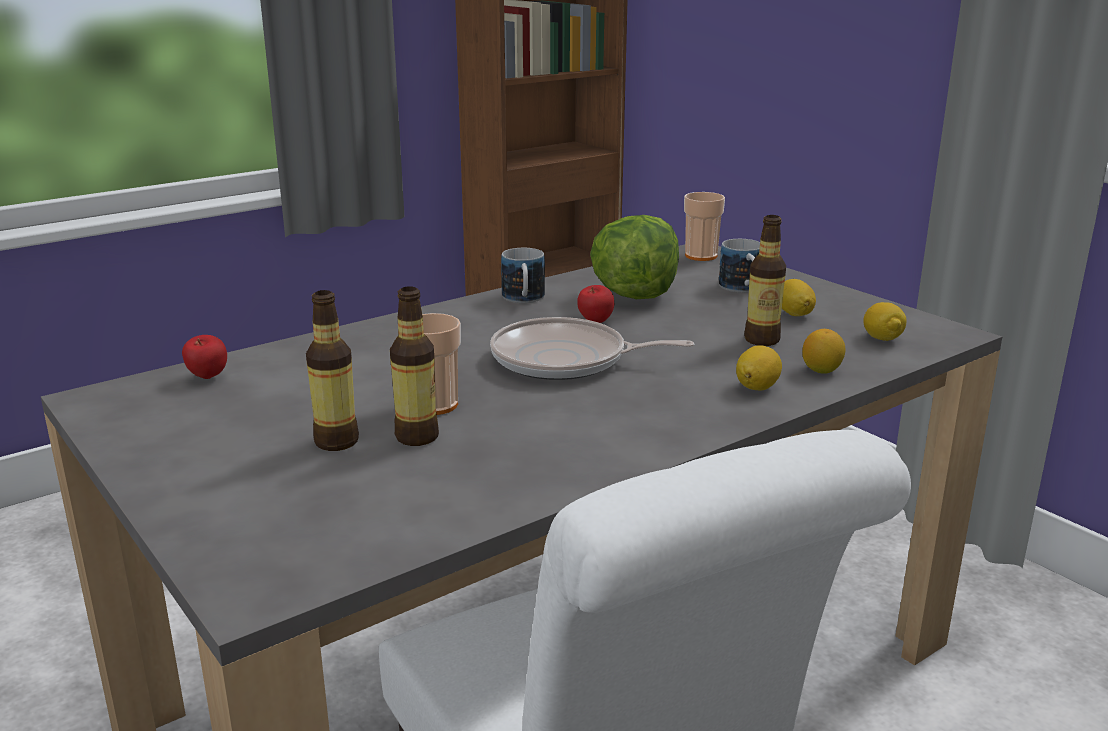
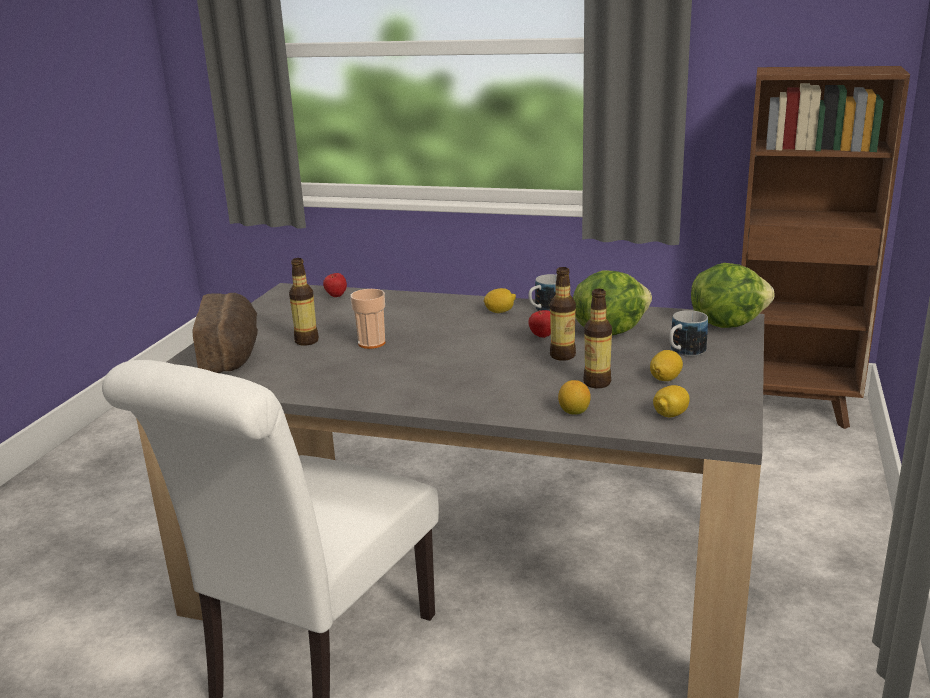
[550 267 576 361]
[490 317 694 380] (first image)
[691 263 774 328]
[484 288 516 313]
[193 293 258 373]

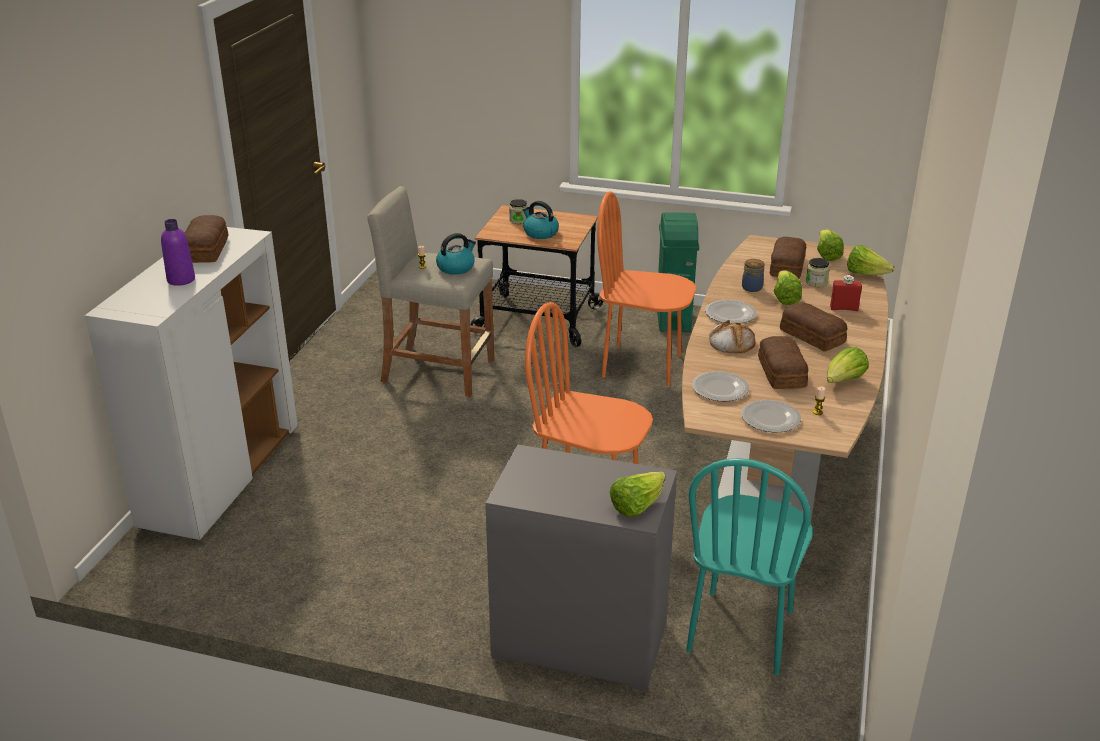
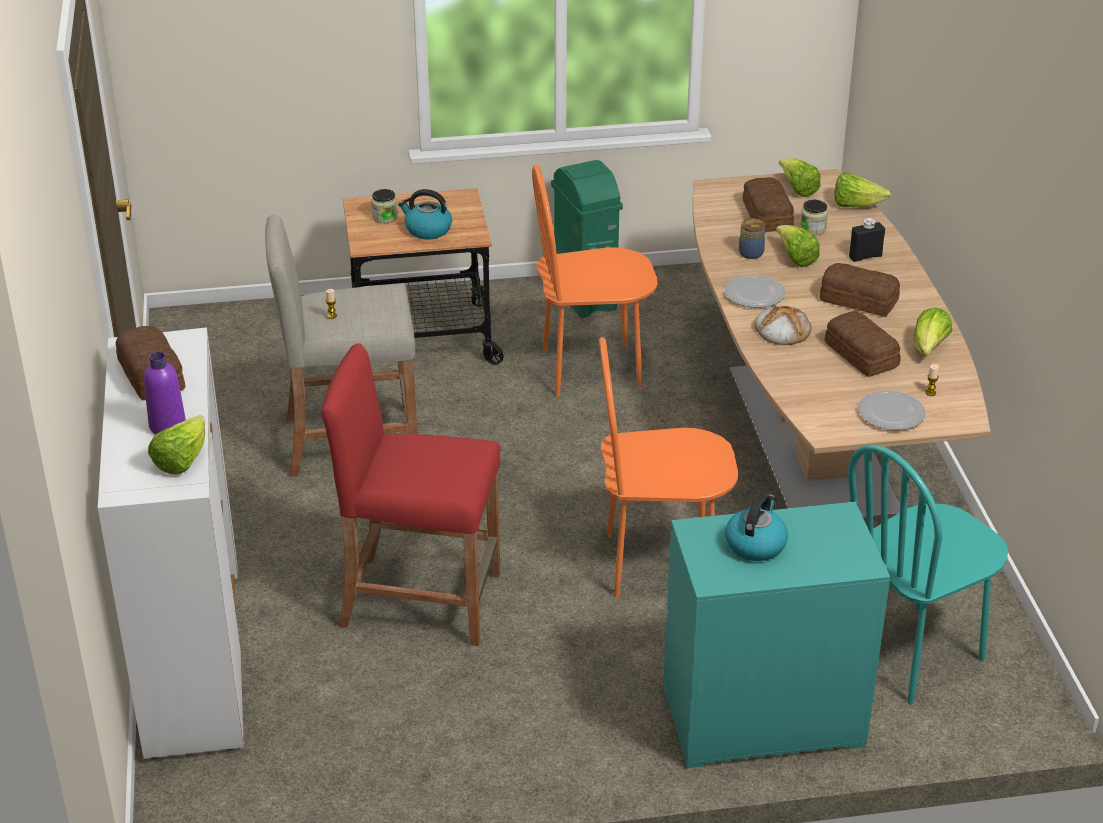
[725 493 788 561]
[663 502 890 768]
[148 415 205 474]
[848 445 1008 704]
[692 371 749 401] (first image)
[849 218 885 262]
[322 343 500 646]

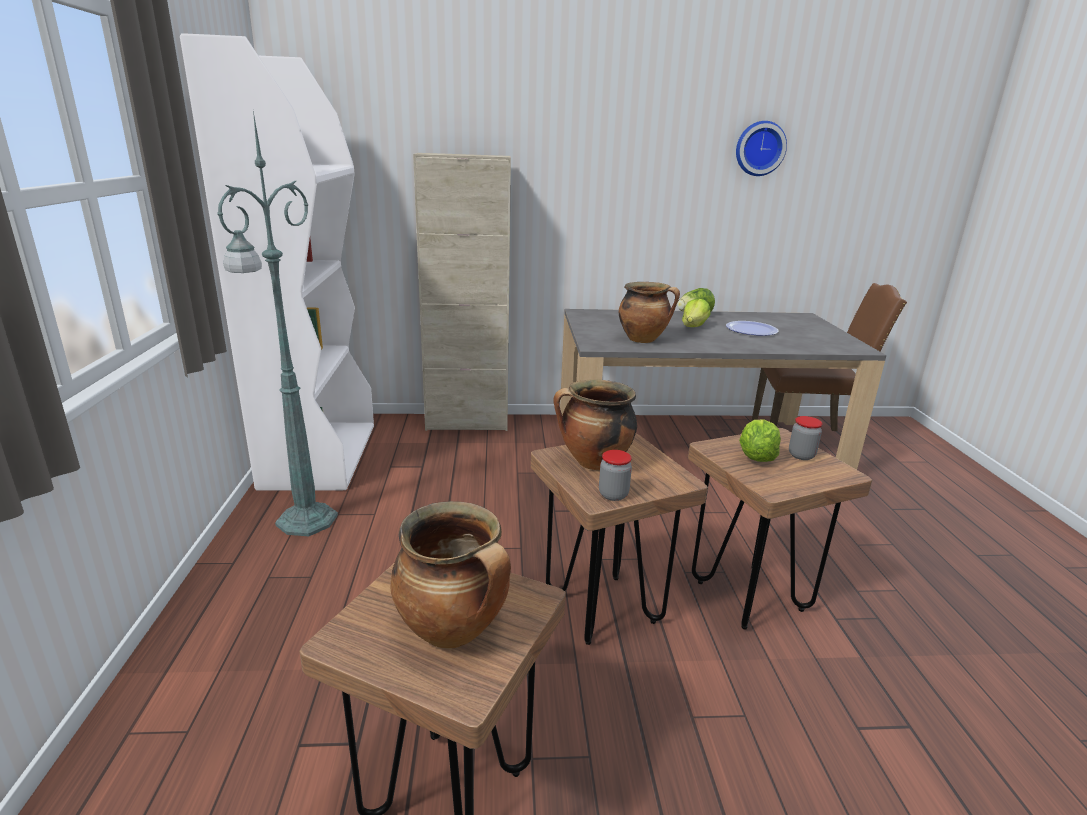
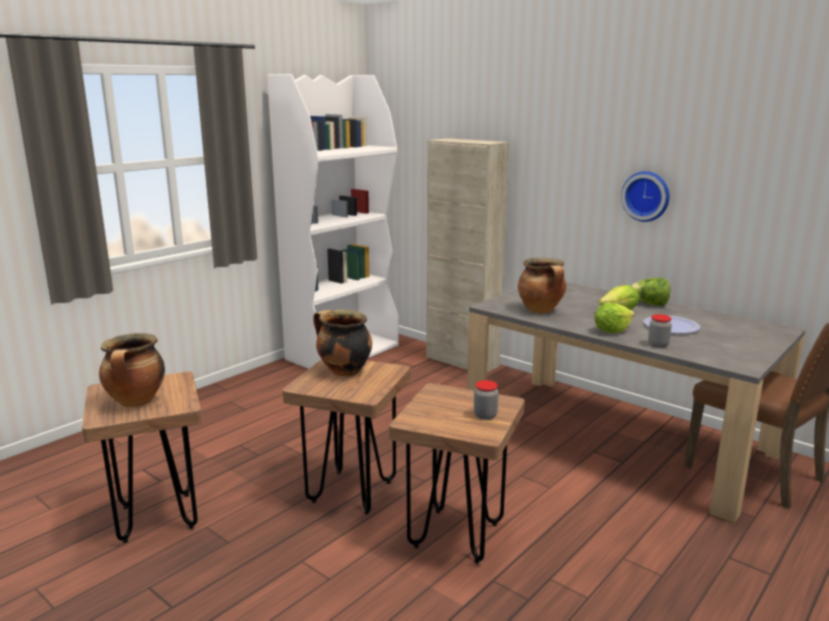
[217 111 338 537] (first image)
[648 314 672 348]
[621 171 670 222]
[594 303 634 333]

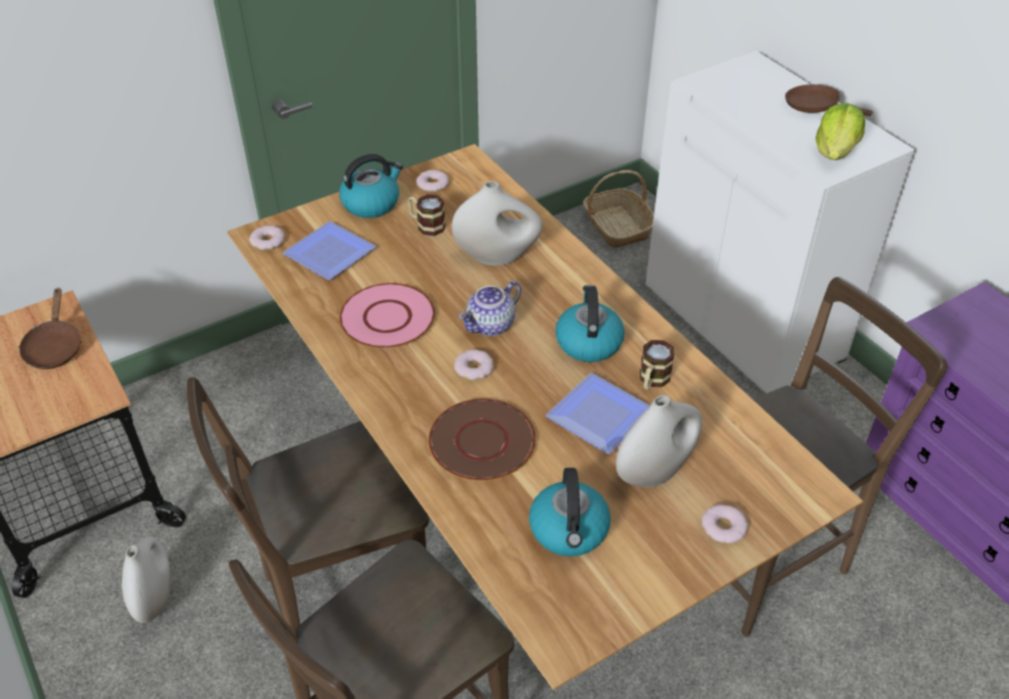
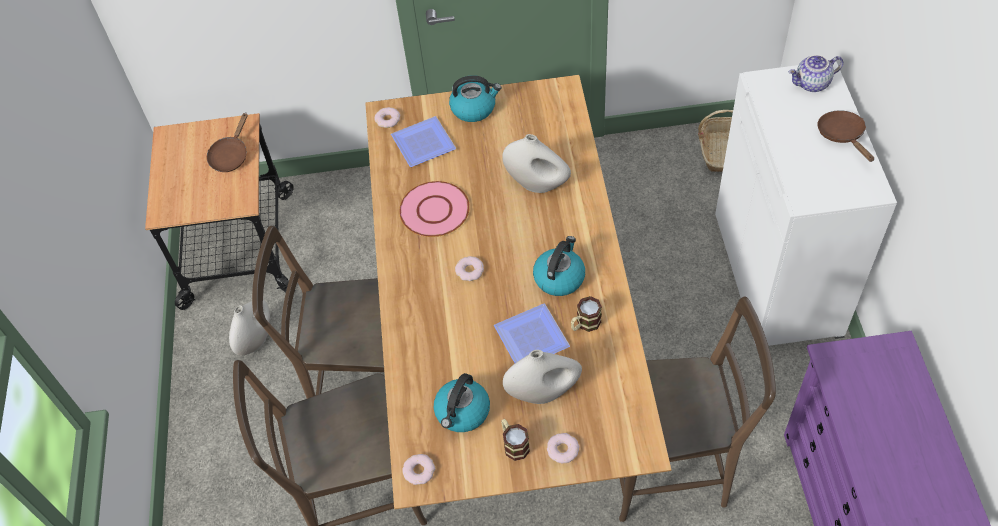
[501 419 530 461]
[402 454 435 485]
[428 399 536 481] (first image)
[788 55 843 92]
[815 103 865 160] (first image)

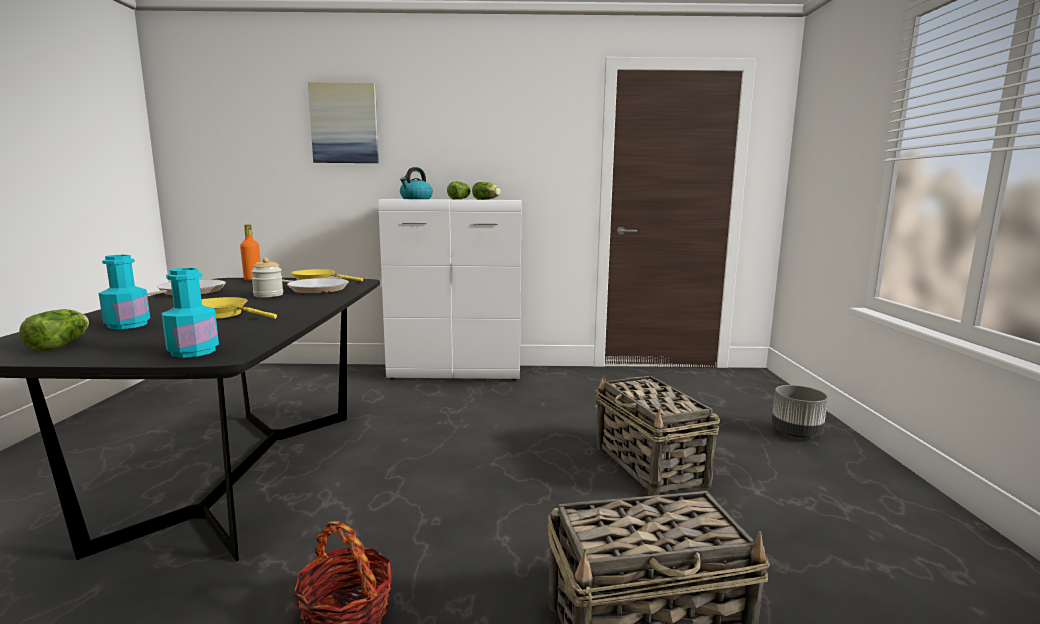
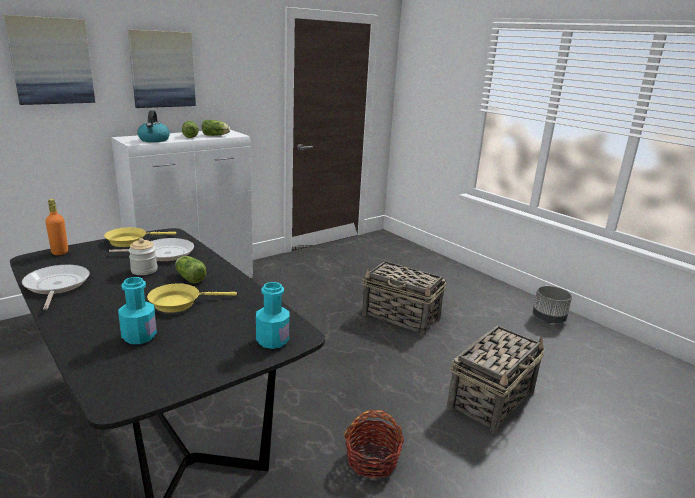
[175 256 207 284]
[533 286 572 323]
[128 29 196 108]

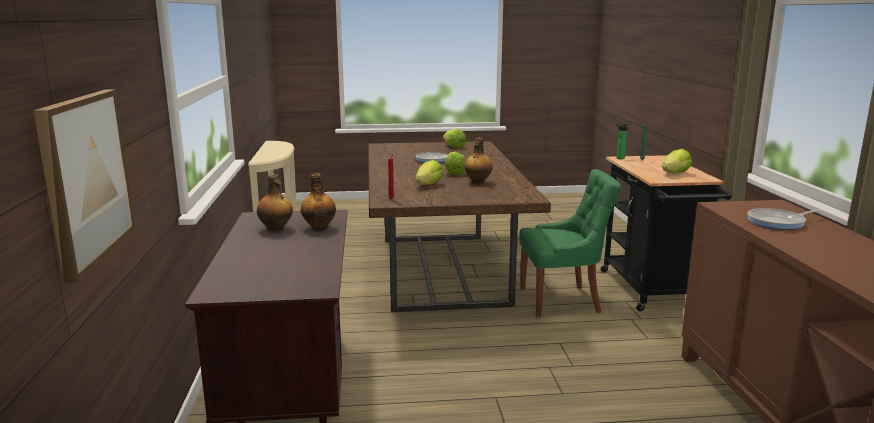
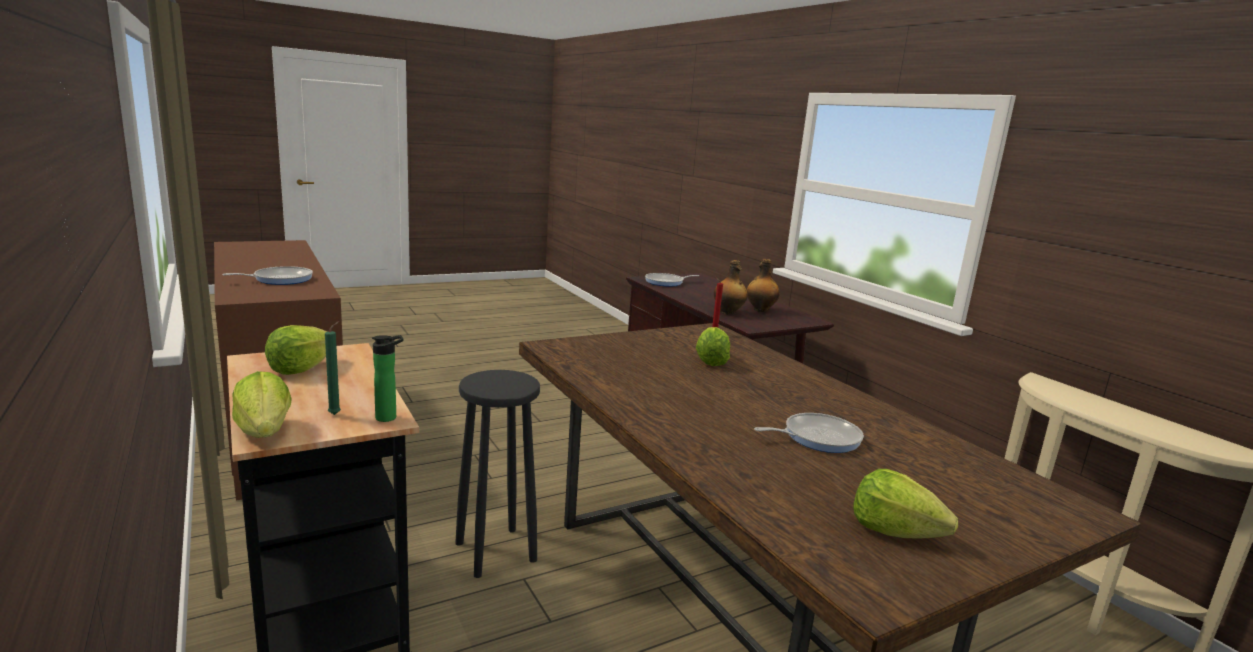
[33 89 135 284] (first image)
[232 371 292 438]
[464 137 493 184] (first image)
[455 370 540 578]
[645 273 699 287]

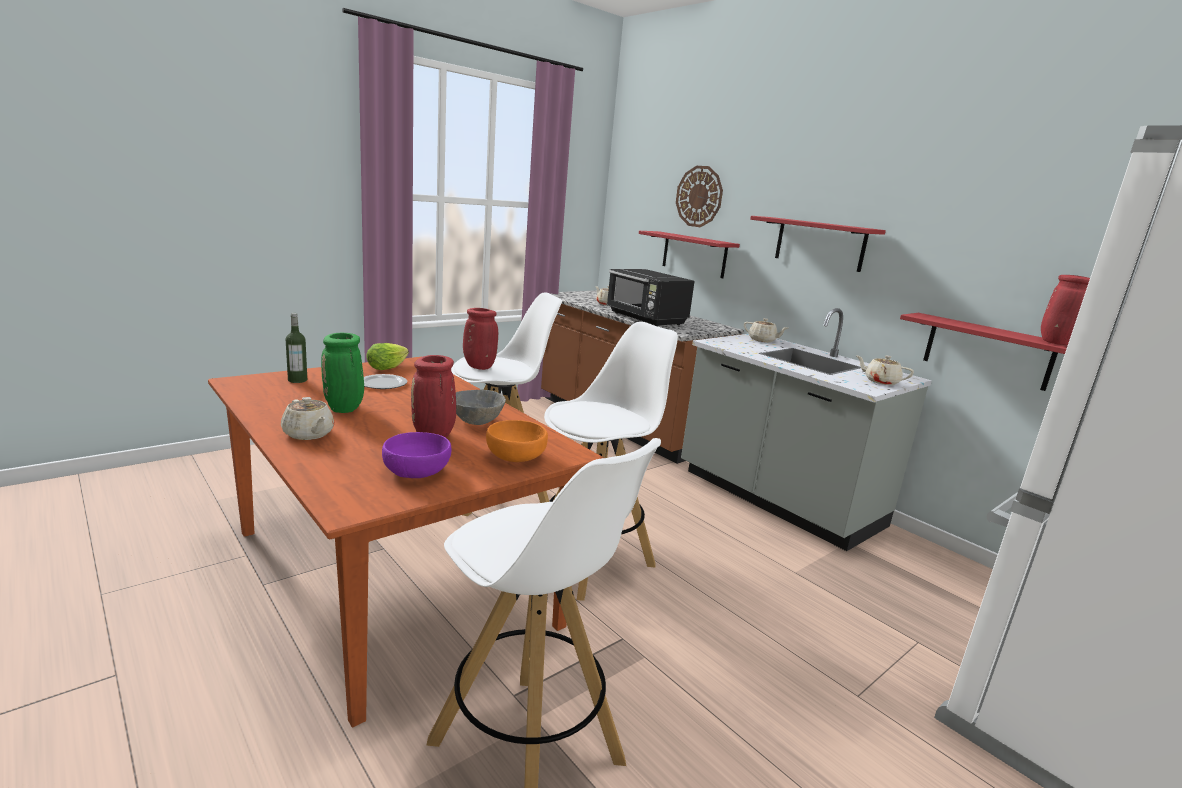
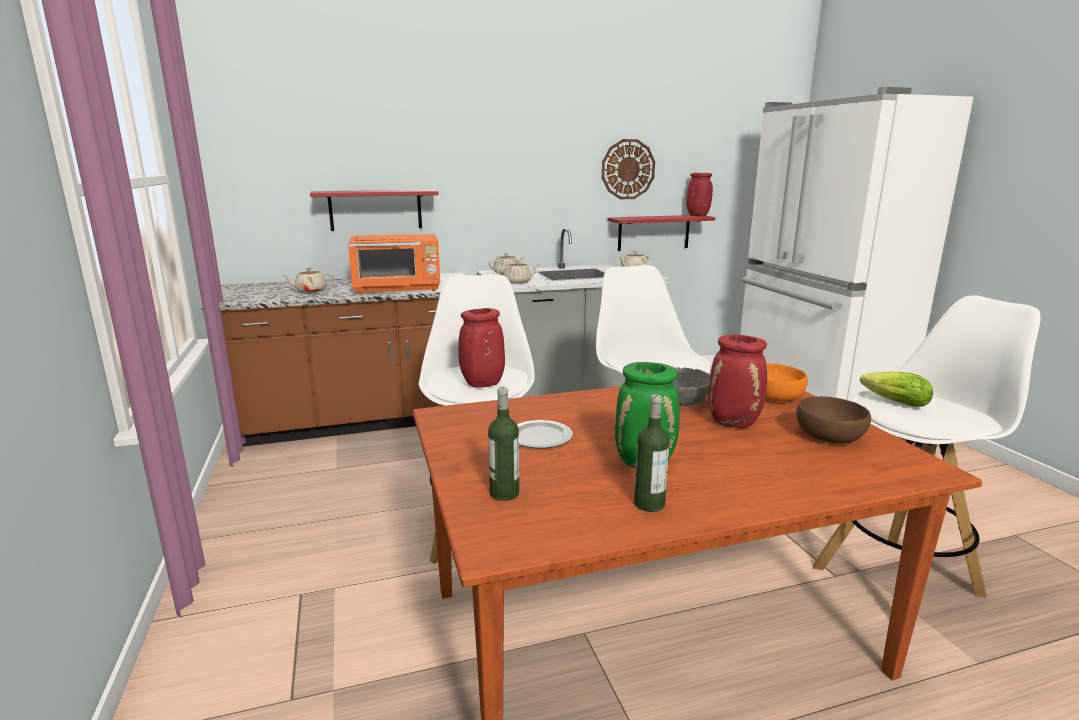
[497 260 540 284]
[860 372 933 407]
[796 396 871 443]
[348 234 440 294]
[602 139 655 199]
[750 216 886 272] (first image)
[634 394 670 512]

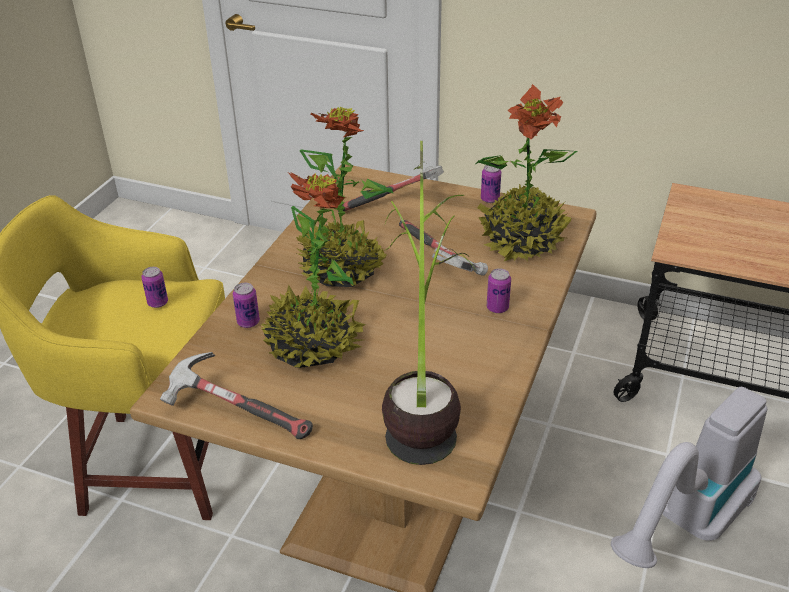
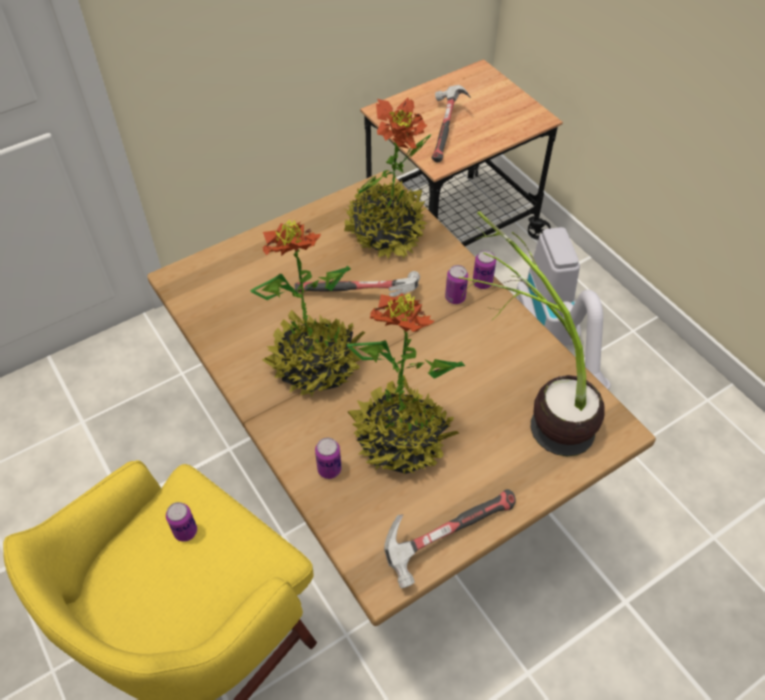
[431 85 471 162]
[473 250 496 289]

